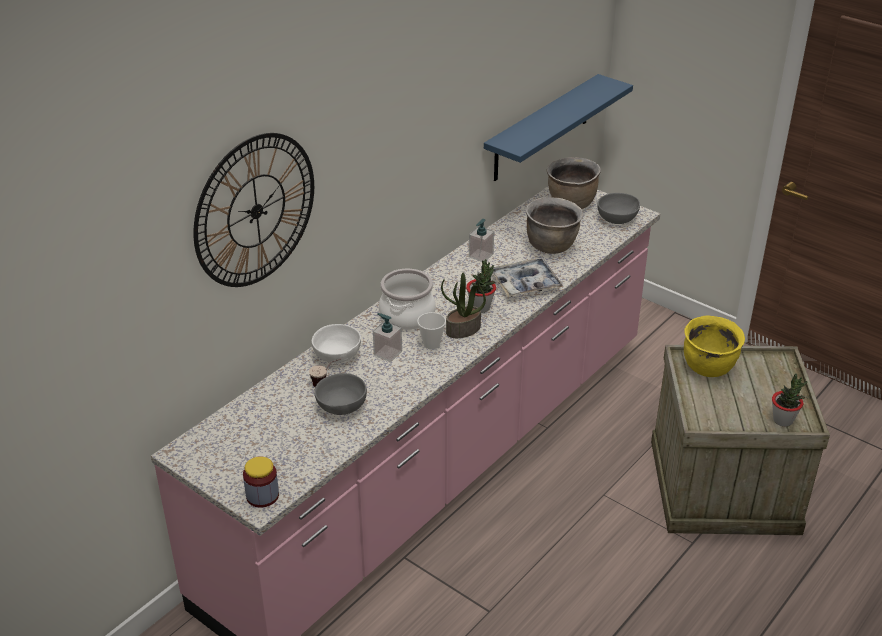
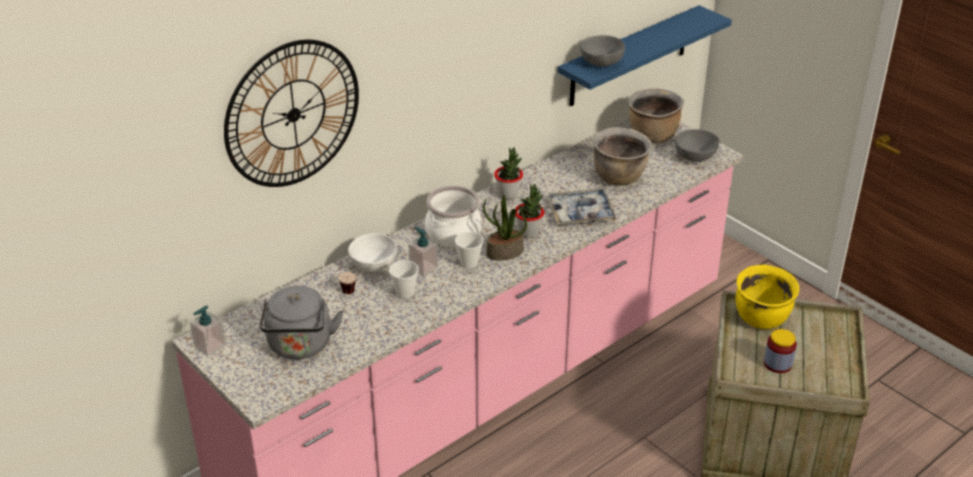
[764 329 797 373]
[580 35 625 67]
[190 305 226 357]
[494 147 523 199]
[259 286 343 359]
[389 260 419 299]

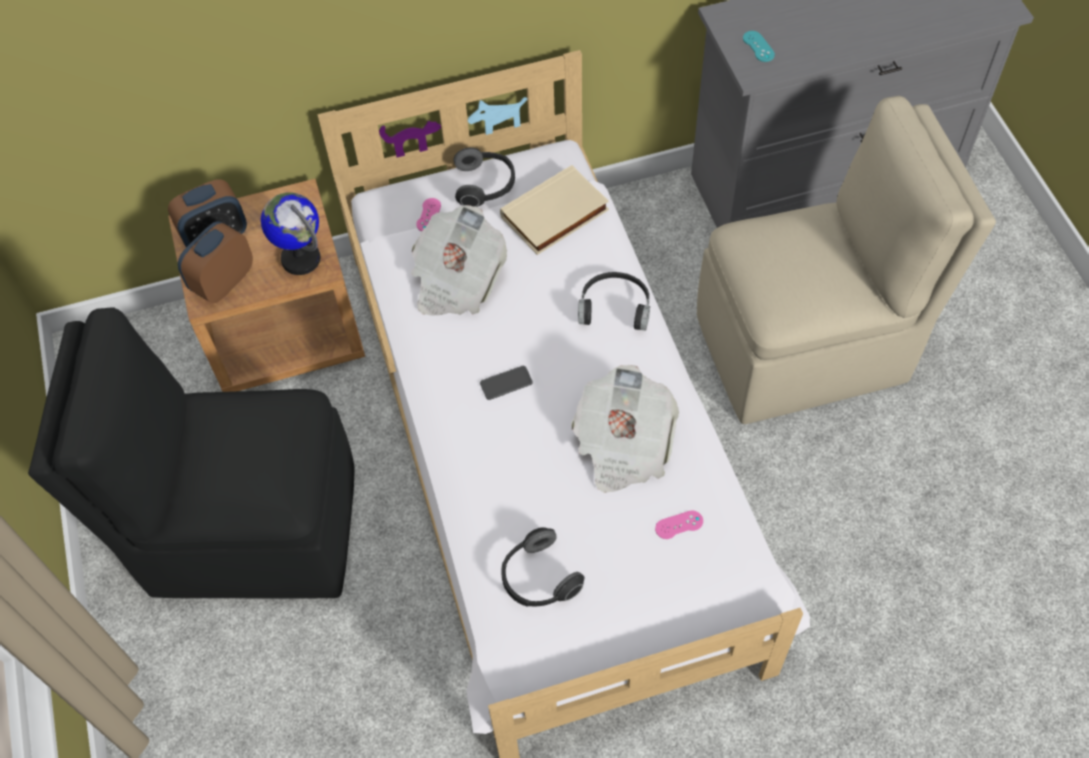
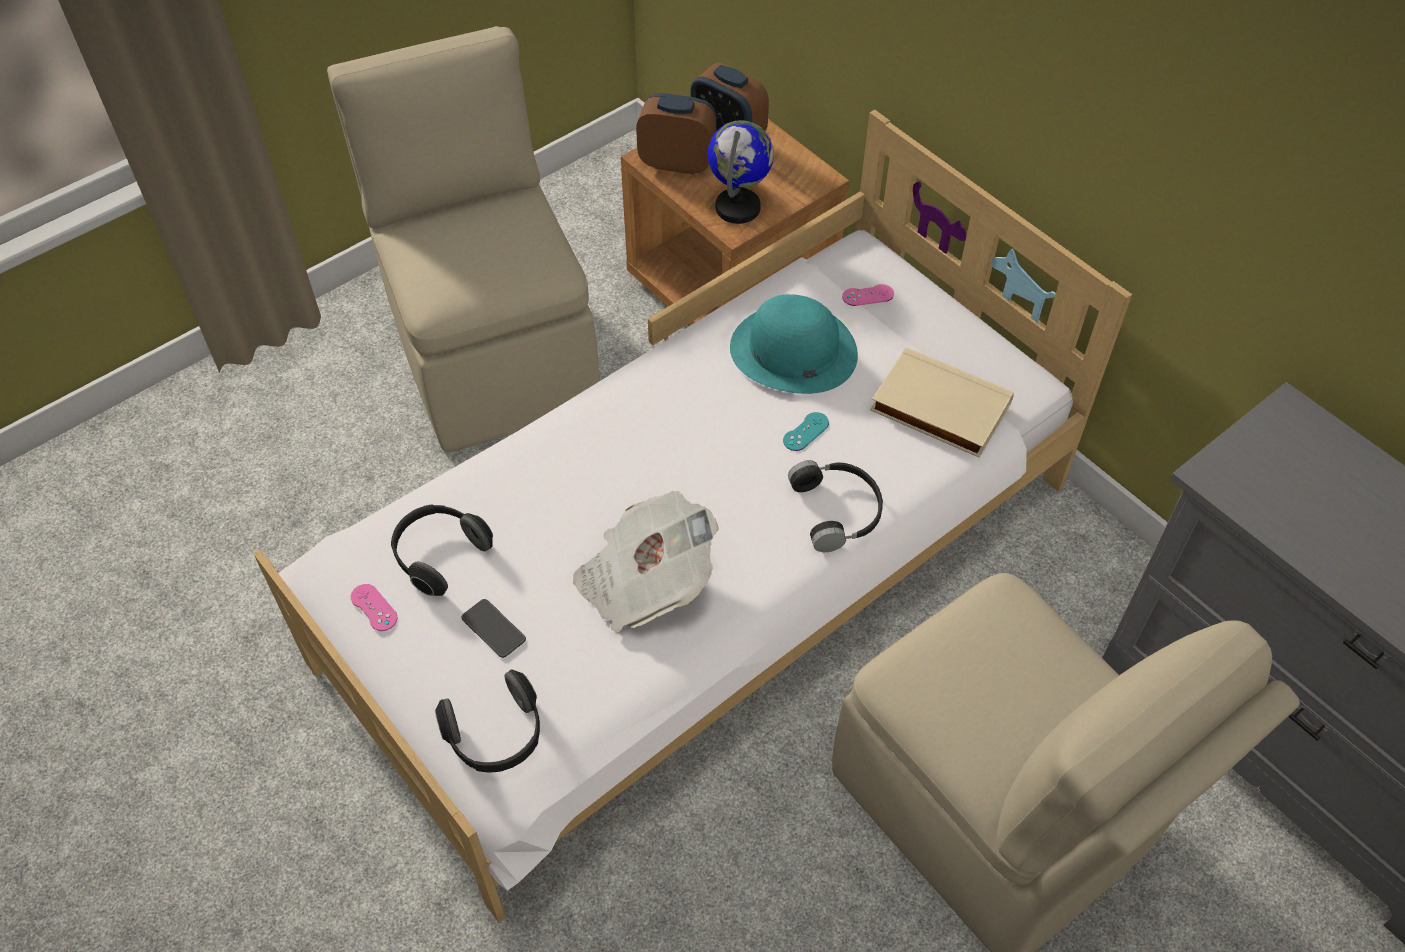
[327 26 600 452]
[730 294 858 394]
[435 669 540 773]
[461 599 526 658]
[351 584 398 631]
[783 412 829 451]

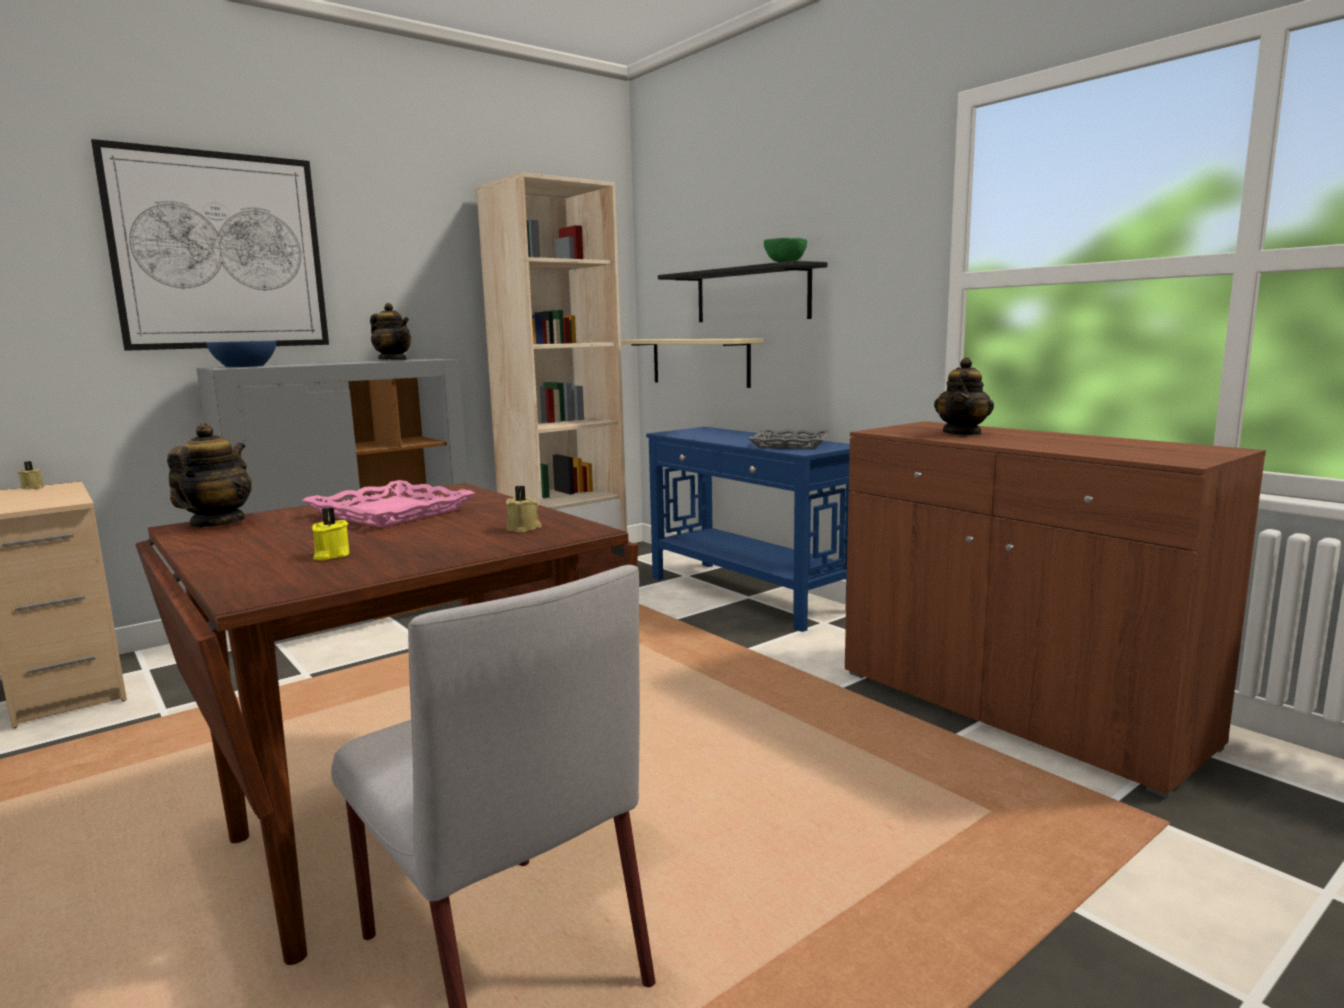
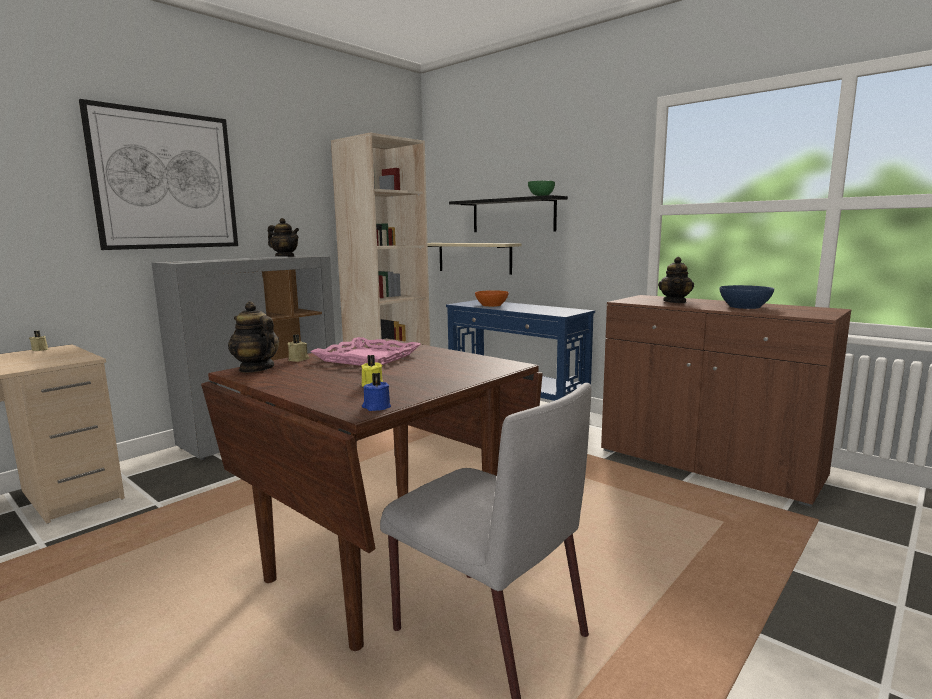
[228 301 279 373]
[719 285 774 309]
[288 334 309 362]
[748 429 832 449] (first image)
[362 373 391 411]
[475 290 509 307]

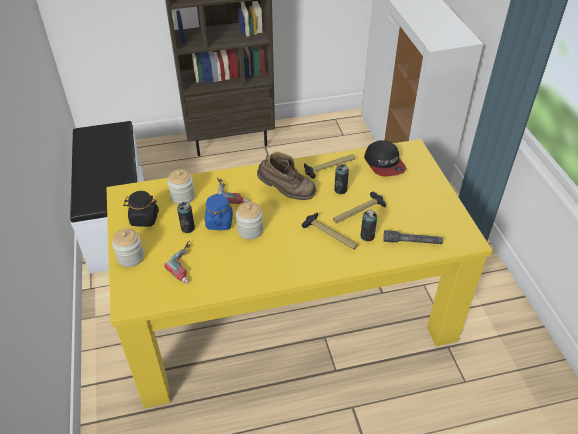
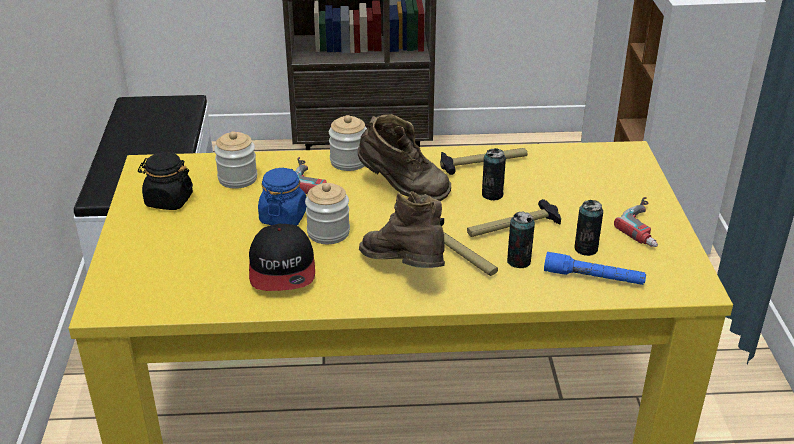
[329 115 367 171]
[614 197 658 247]
[574 200 603 256]
[249 224 315 291]
[544 252 646 285]
[359 191 445 268]

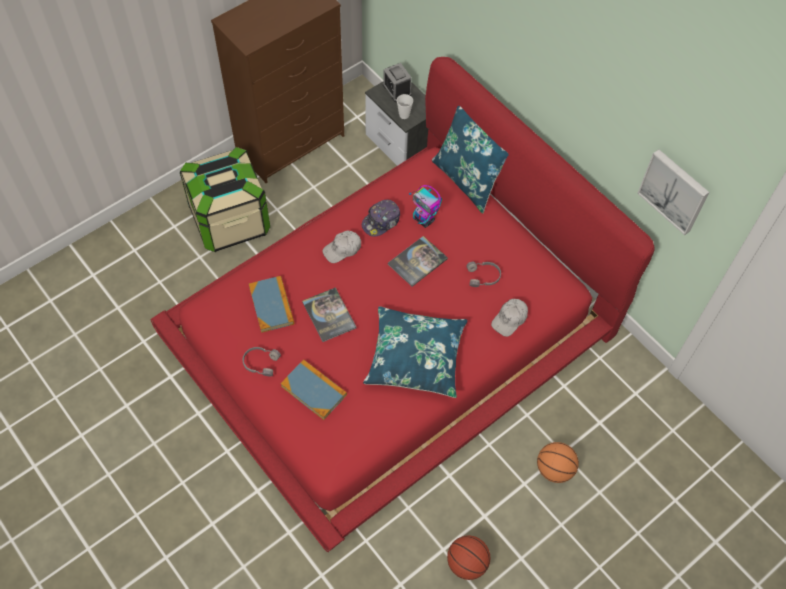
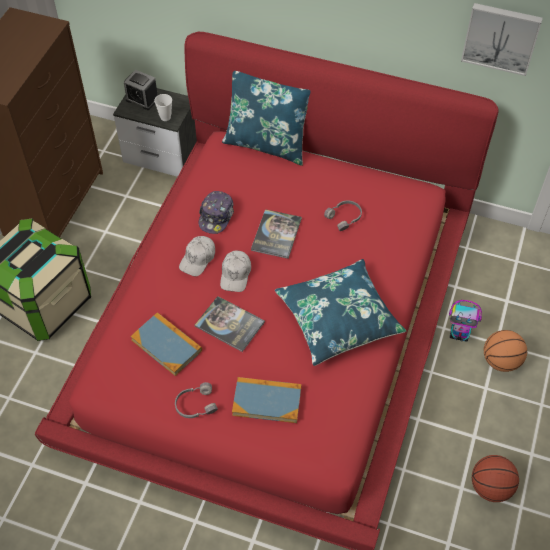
[449 300 482 342]
[220 251 251 292]

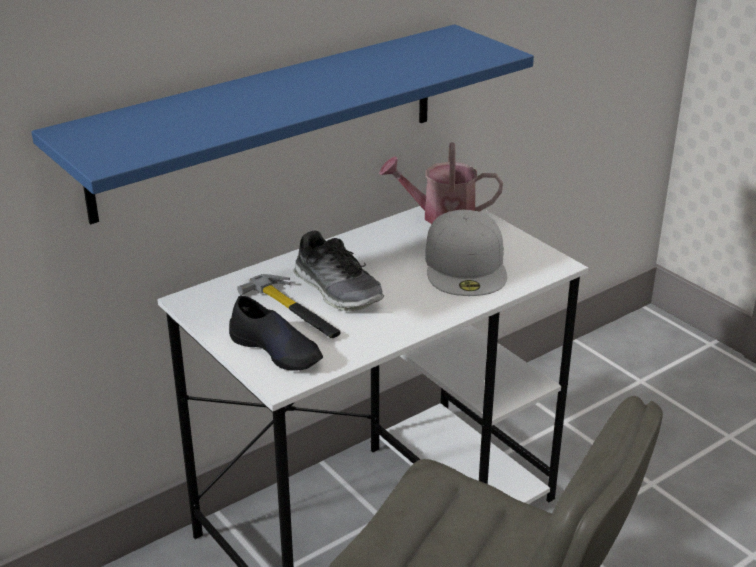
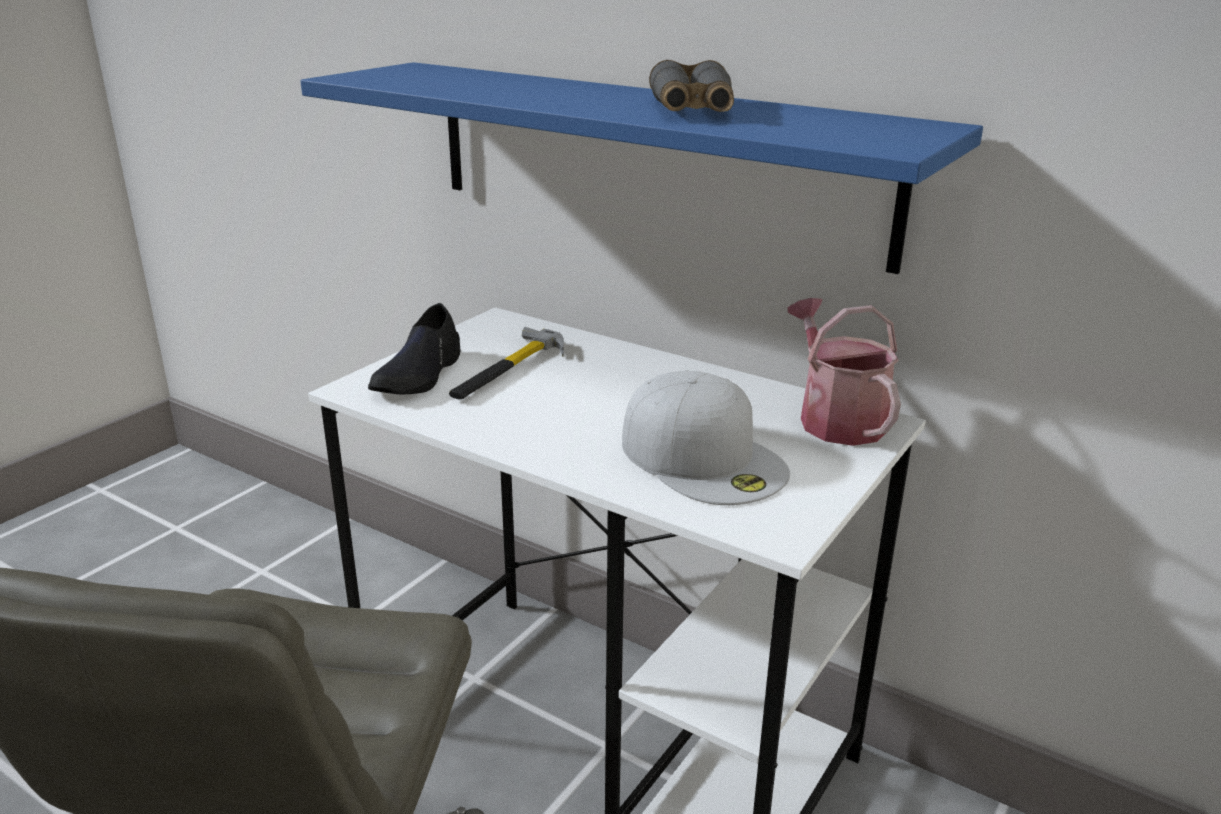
[294 231 384 311] (first image)
[622 370 790 505]
[649 60 734 112]

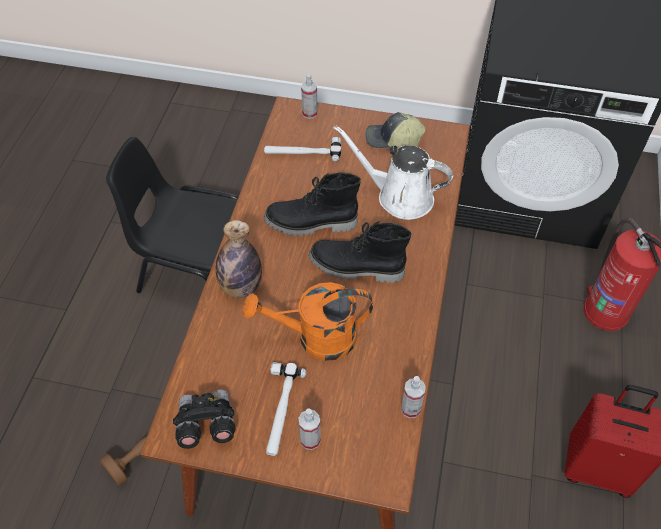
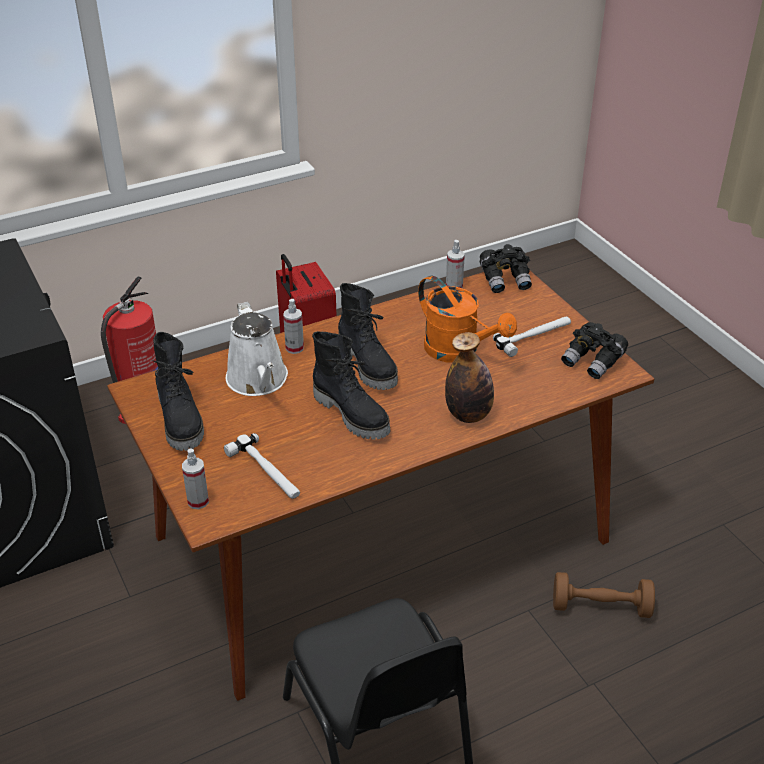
[283 299 304 354]
[151 332 204 451]
[480 244 532 293]

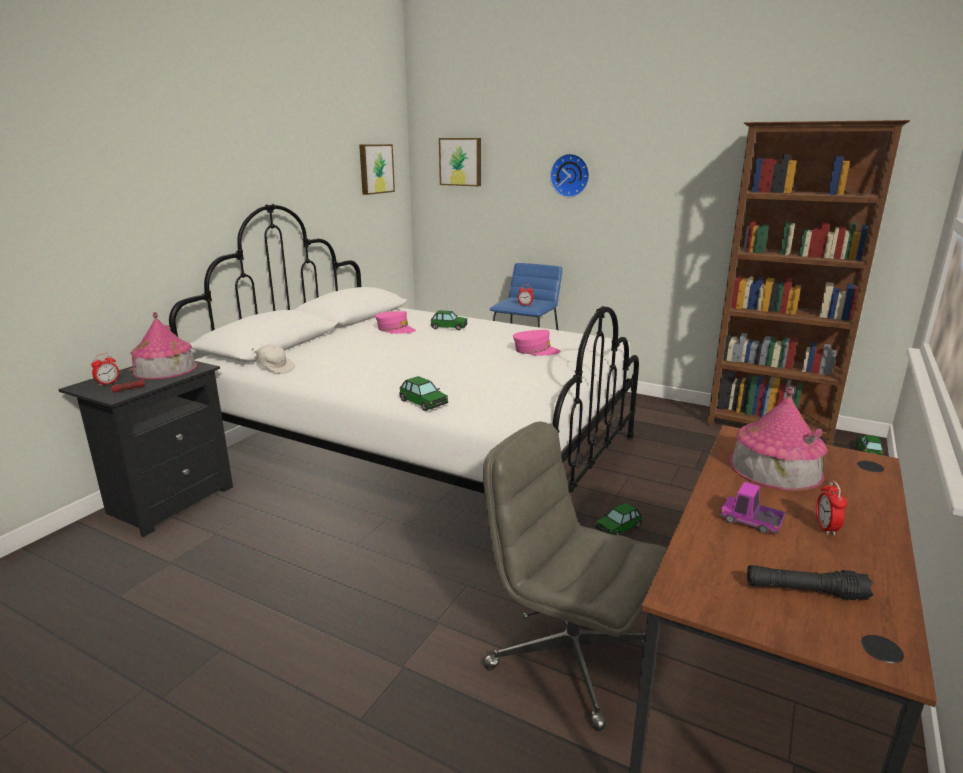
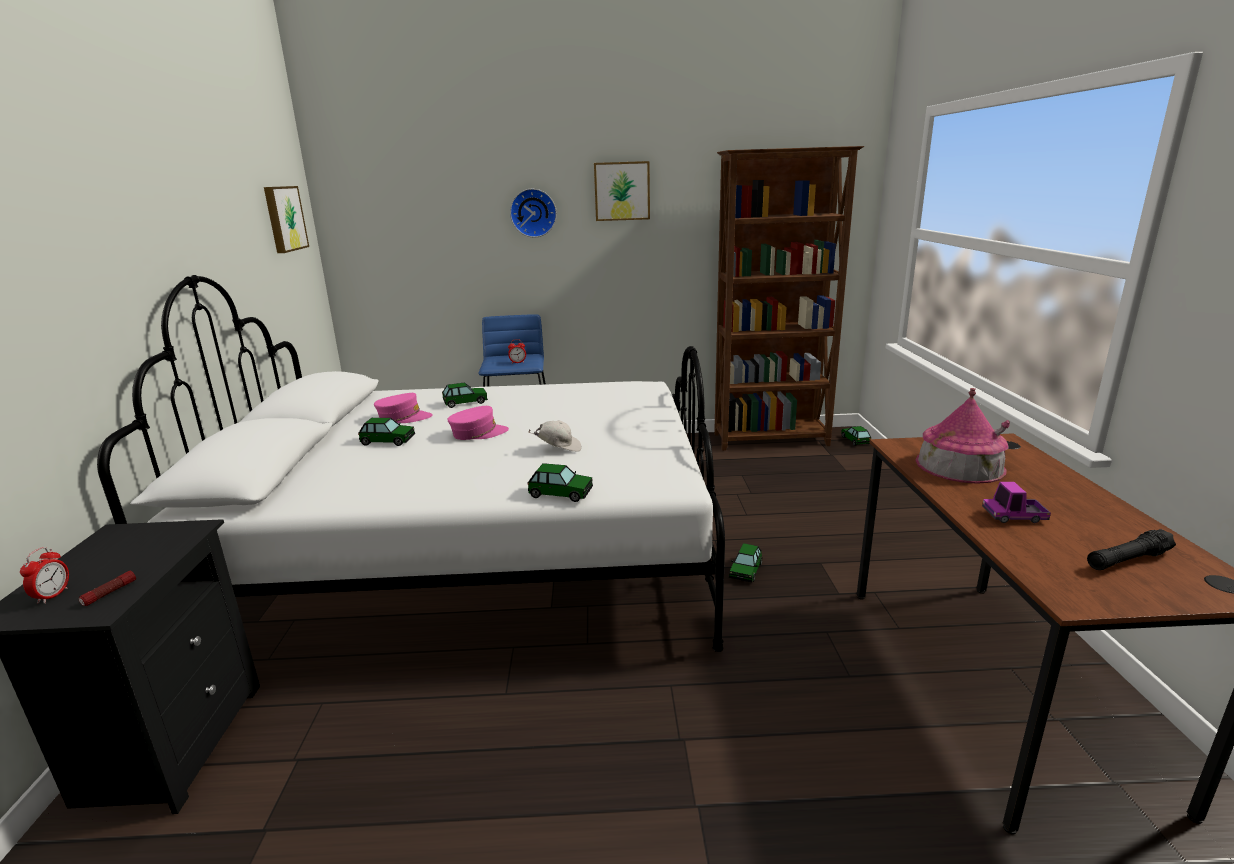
[129 312 197 379] (first image)
[528 421 582 452]
[594 161 650 221]
[483 422 667 731] (first image)
[447 406 509 440]
[816 481 847 536] (first image)
[358 418 415 446]

